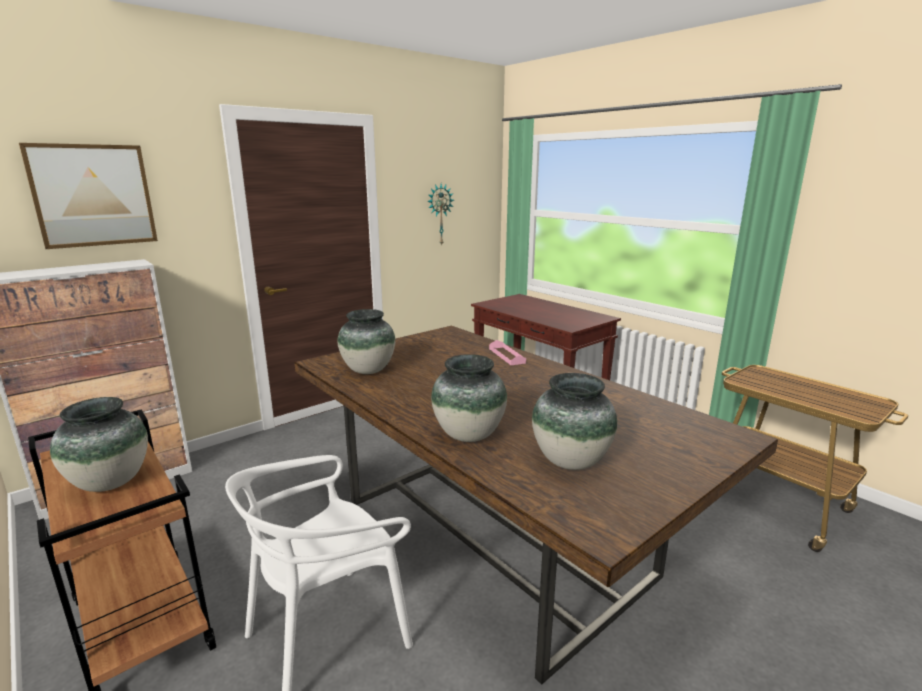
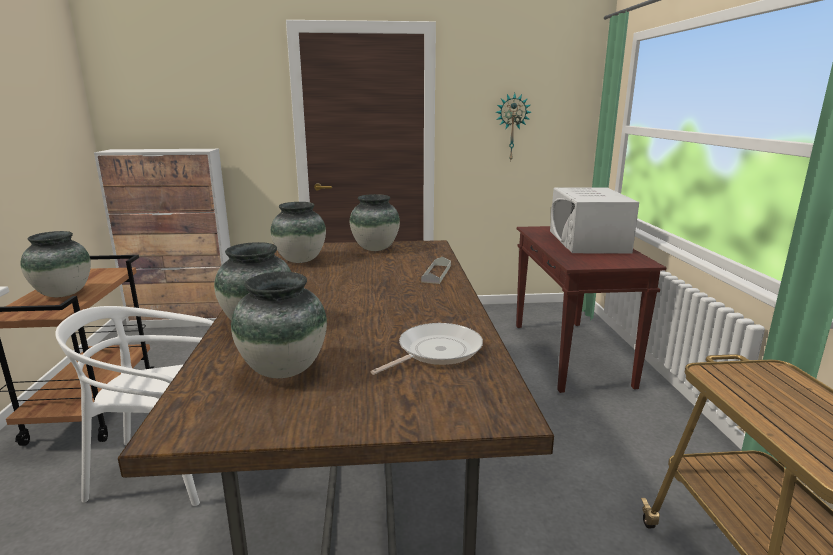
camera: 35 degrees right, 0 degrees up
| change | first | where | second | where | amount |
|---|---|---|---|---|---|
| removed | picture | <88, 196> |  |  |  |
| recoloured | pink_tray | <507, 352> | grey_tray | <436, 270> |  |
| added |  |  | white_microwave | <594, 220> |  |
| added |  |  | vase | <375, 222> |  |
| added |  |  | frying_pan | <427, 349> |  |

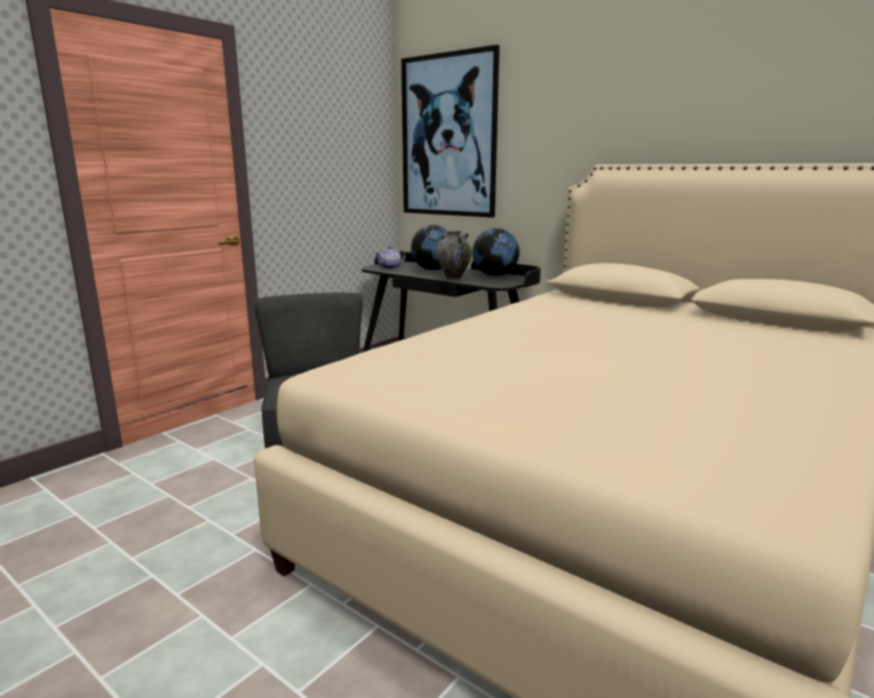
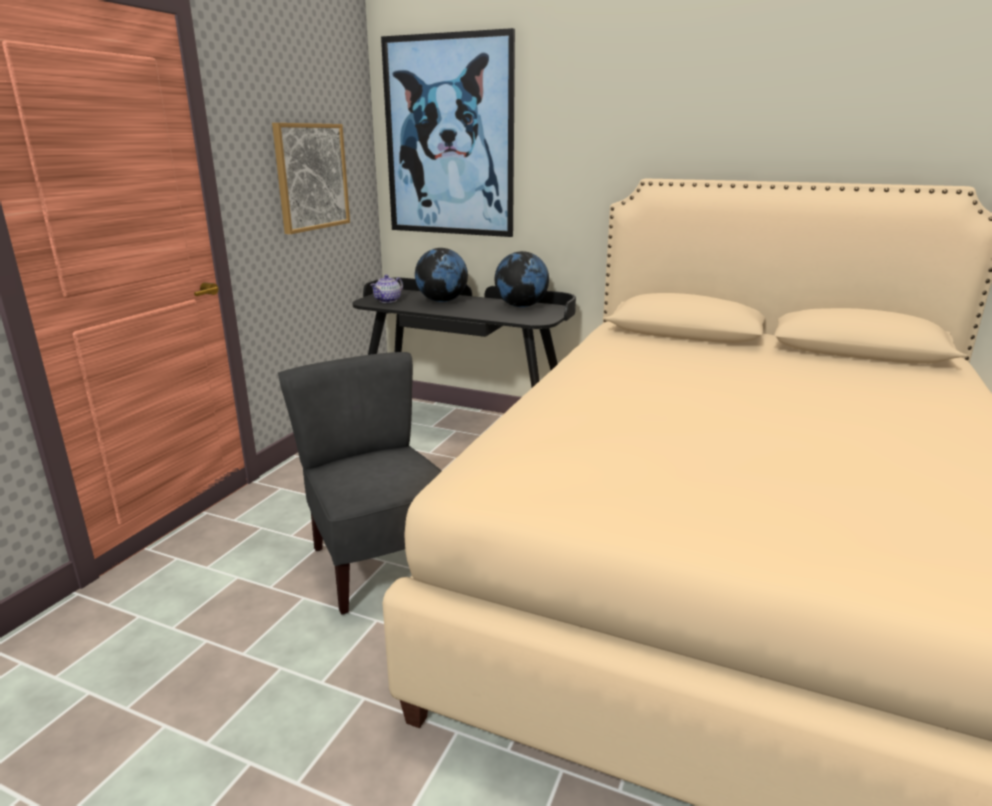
camera: 15 degrees left, 5 degrees up
| change | first | where | second | where | amount |
|---|---|---|---|---|---|
| removed | vase | <454, 255> |  |  |  |
| added |  |  | picture | <311, 178> |  |

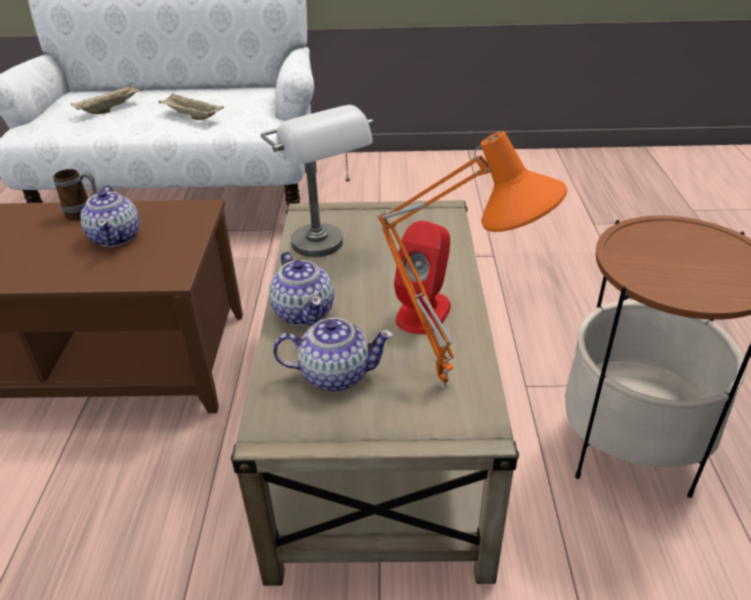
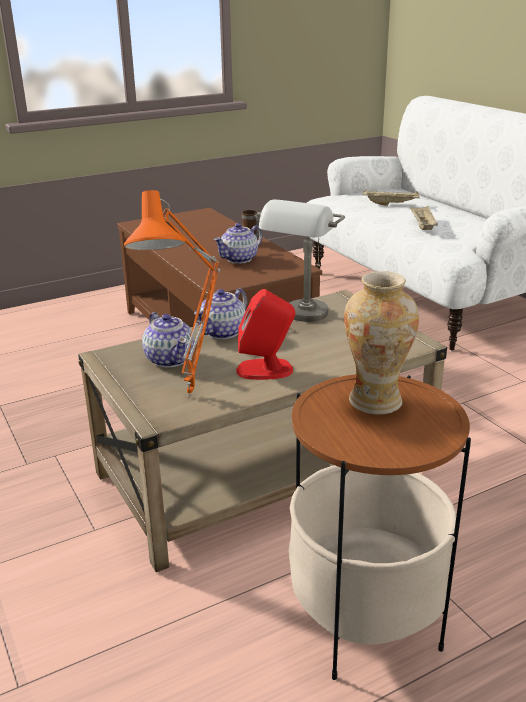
camera: 60 degrees right, 10 degrees down
| change | first | where | second | where | amount |
|---|---|---|---|---|---|
| added |  |  | vase | <381, 343> |  |

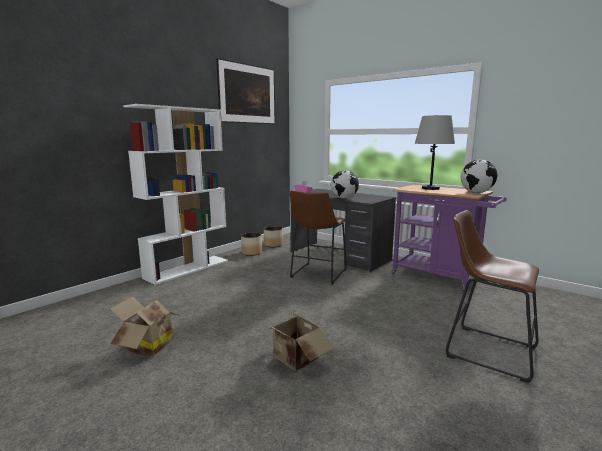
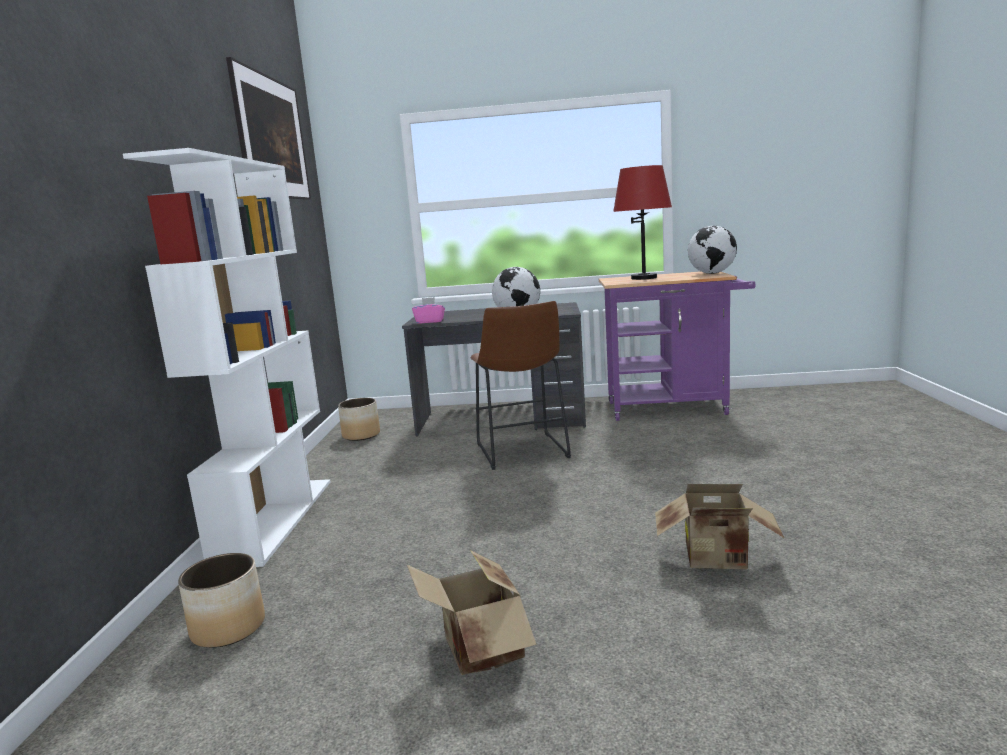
camera: 35 degrees left, 0 degrees up
| change | first | where | second | where | amount |
|---|---|---|---|---|---|
| recoloured | grey_table_lamp | <435, 152> | red_table_lamp | <642, 222> |  |
| removed | brown_stool | <492, 296> |  |  |  |
| moved | planter | <251, 244> |  | <221, 600> |  |

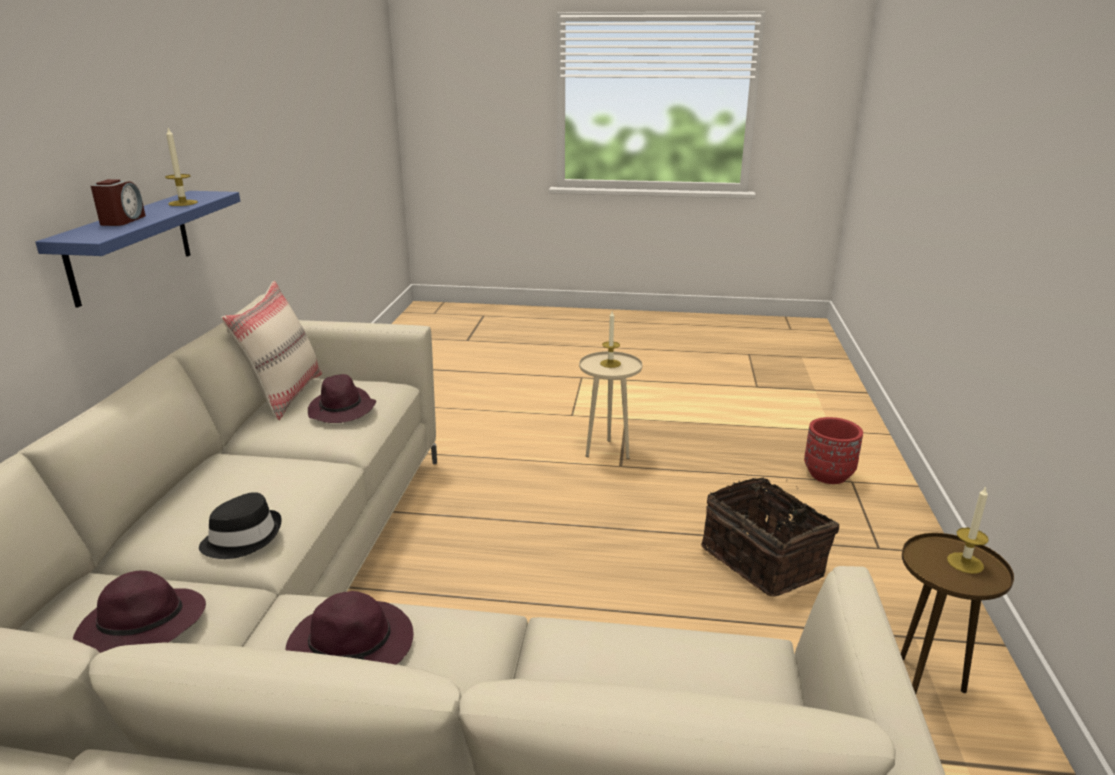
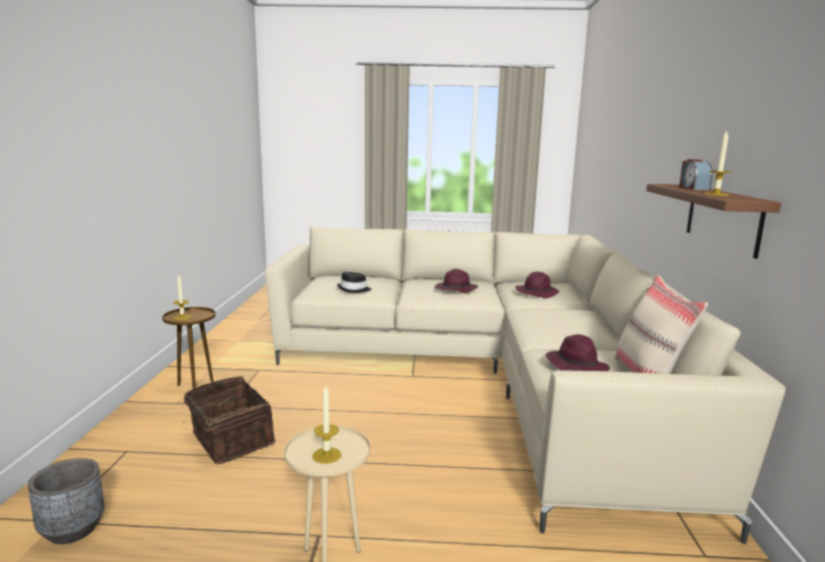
camera: 175 degrees right, 10 degrees down
| change | first | where | second | where | amount |
|---|---|---|---|---|---|
| recoloured | blue_shelf | <137, 249> | brown_shelf | <713, 221> |  |
| recoloured | red_planter | <833, 450> | grey_planter | <66, 501> |  |
| moved | black_hat | <240, 525> |  | <354, 282> |  |

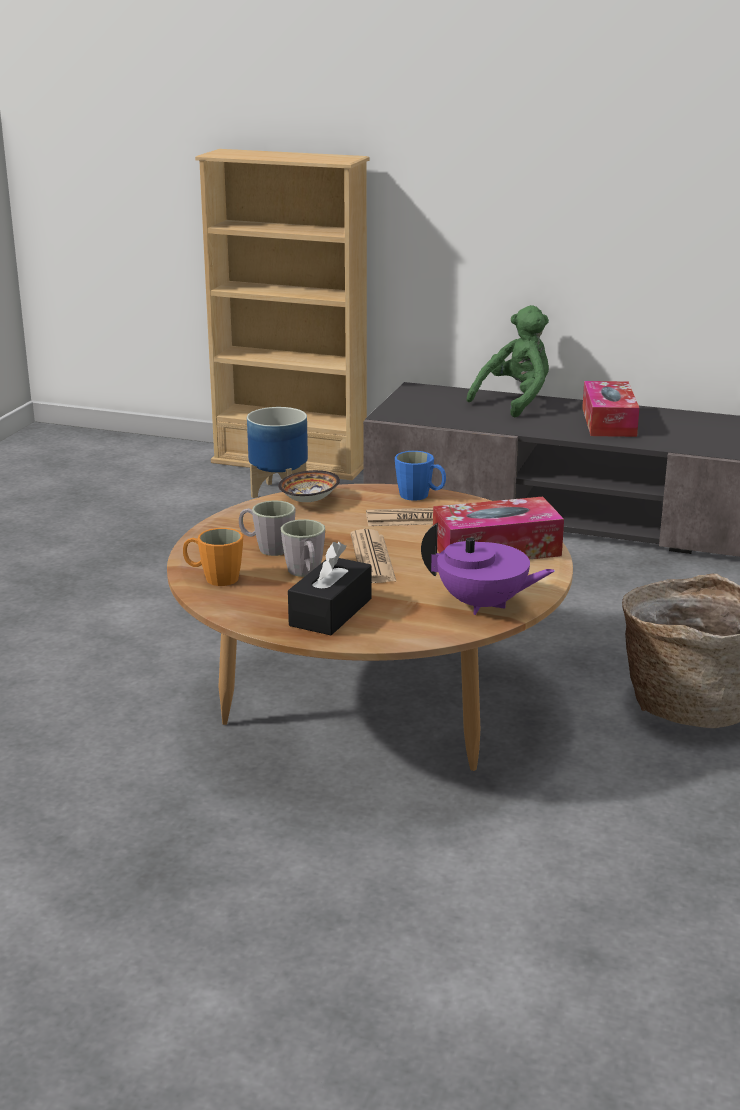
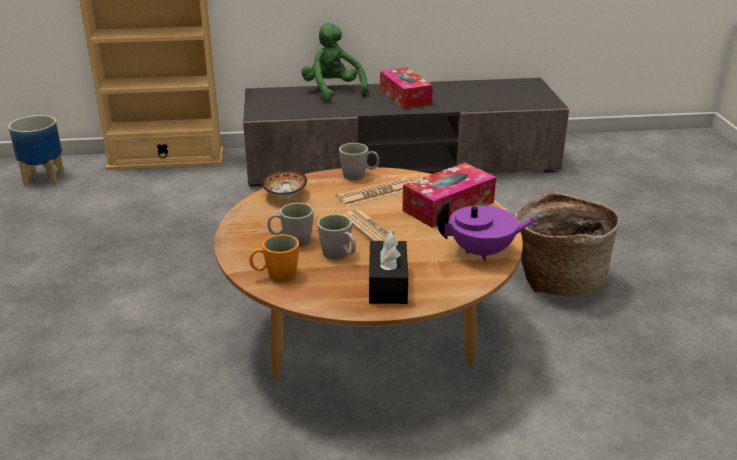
camera: 25 degrees left, 5 degrees up
| change | first | where | second | where | amount |
|---|---|---|---|---|---|
| turned | green_plush_toy | <507, 361> |  | <334, 62> | 45 degrees counterclockwise |
| moved | planter | <277, 452> |  | <36, 150> |  |
| recoloured | blue_mug | <420, 476> | grey_mug | <359, 161> |  |

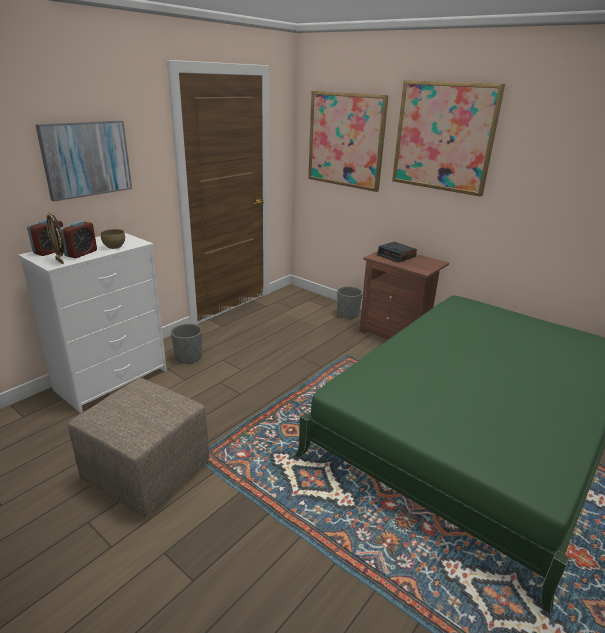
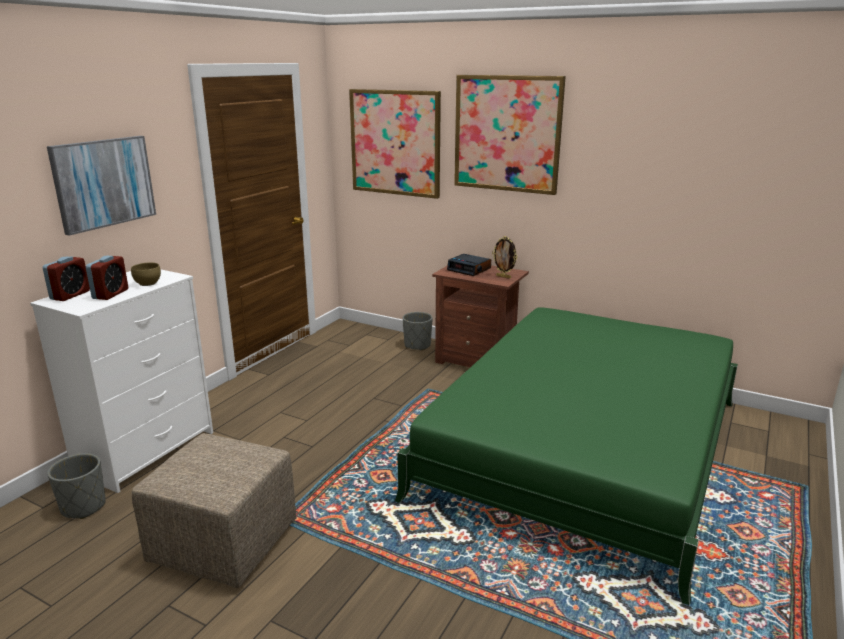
camera: 10 degrees left, 5 degrees down
| change | first | where | second | where | amount |
|---|---|---|---|---|---|
| moved | picture_frame | <55, 238> |  | <504, 257> |  |
| moved | grey_planter | <186, 344> |  | <76, 486> |  |

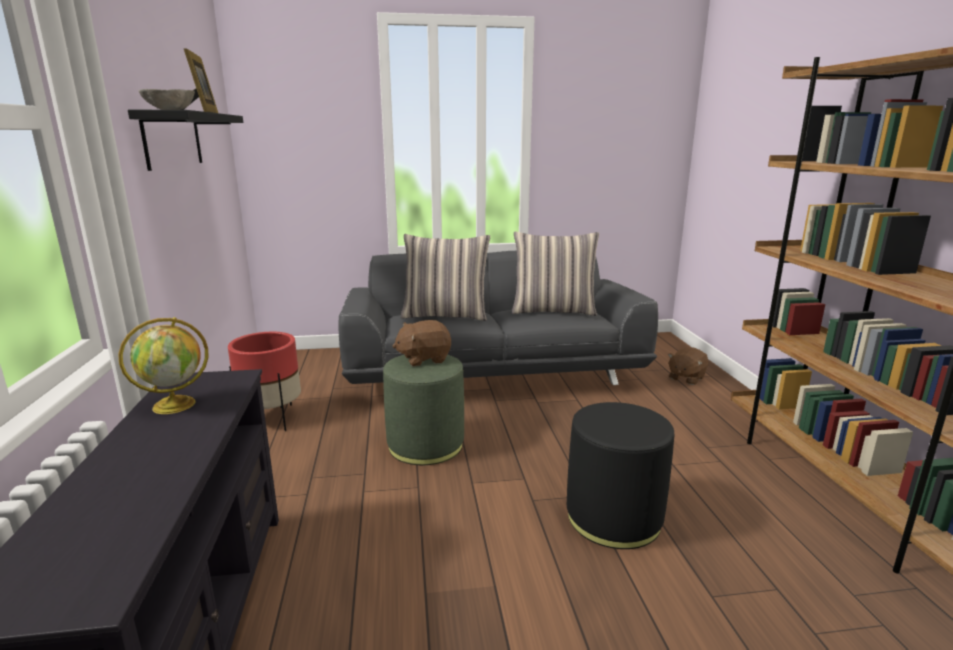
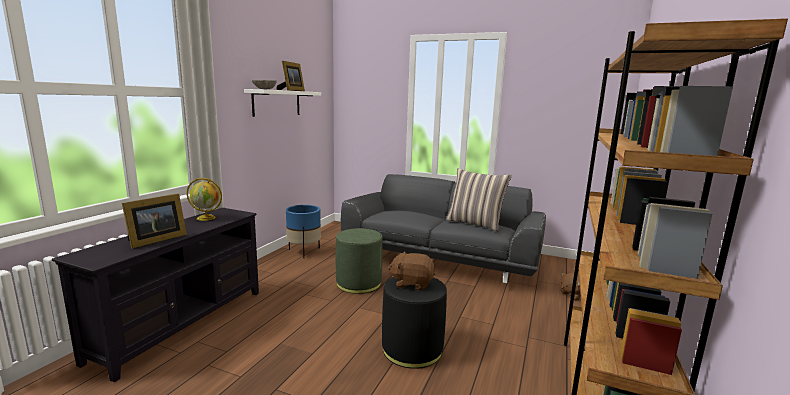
camera: 30 degrees right, 5 degrees down
| change | first | where | second | where | amount |
|---|---|---|---|---|---|
| recoloured | black_shelf | <185, 140> | white_shelf | <282, 103> |  |
| removed | pillow | <445, 277> |  |  |  |
| moved | brown_plush_toy | <421, 343> |  | <411, 271> |  |
| recoloured | red_planter | <264, 381> | blue_planter | <303, 229> |  |
| added |  |  | picture_frame | <154, 221> |  |

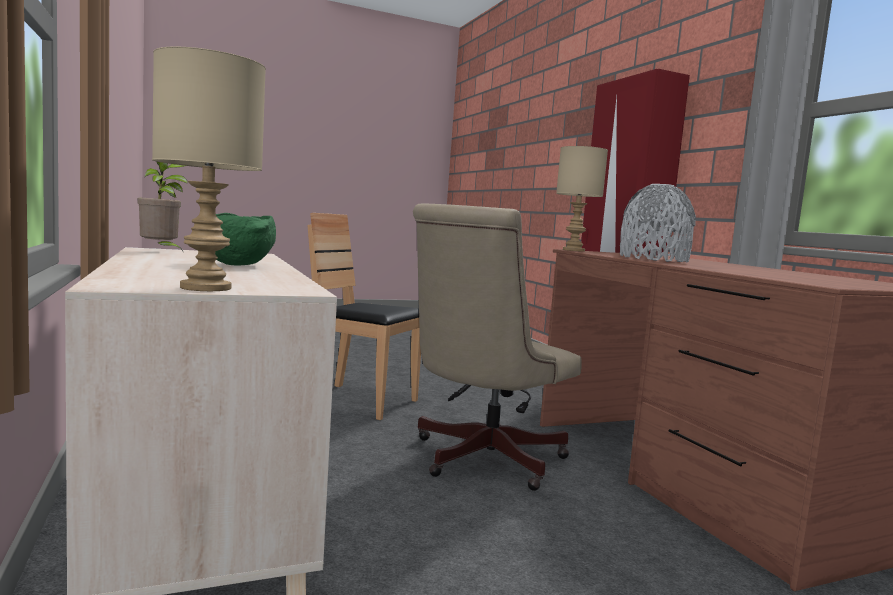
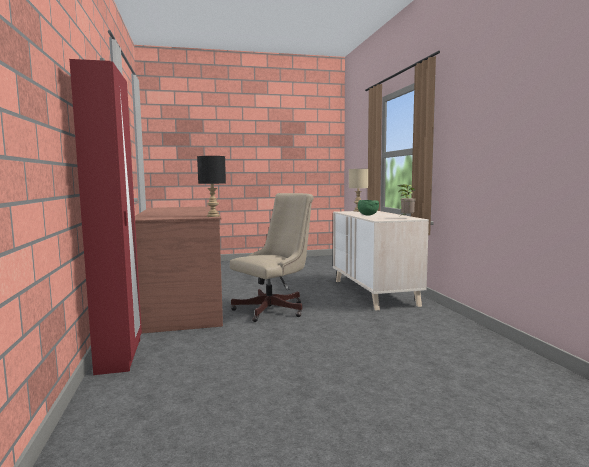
camera: 170 degrees left, 0 degrees up
| change | first | where | second | where | amount |
|---|---|---|---|---|---|
| recoloured | beige_table_lamp | <582, 199> | black_table_lamp | <211, 186> |  |
| removed | grey_vase | <658, 223> |  |  |  |
| removed | brown_chair | <364, 316> |  |  |  |

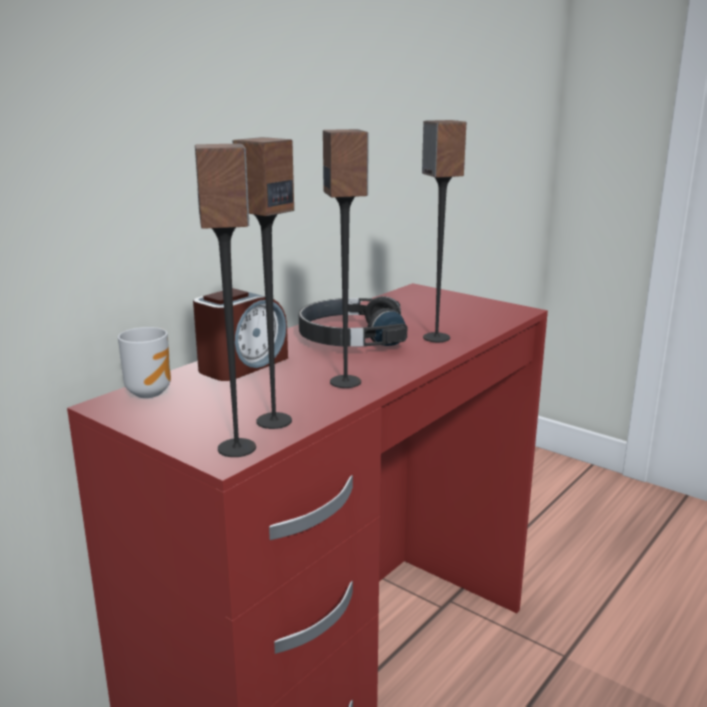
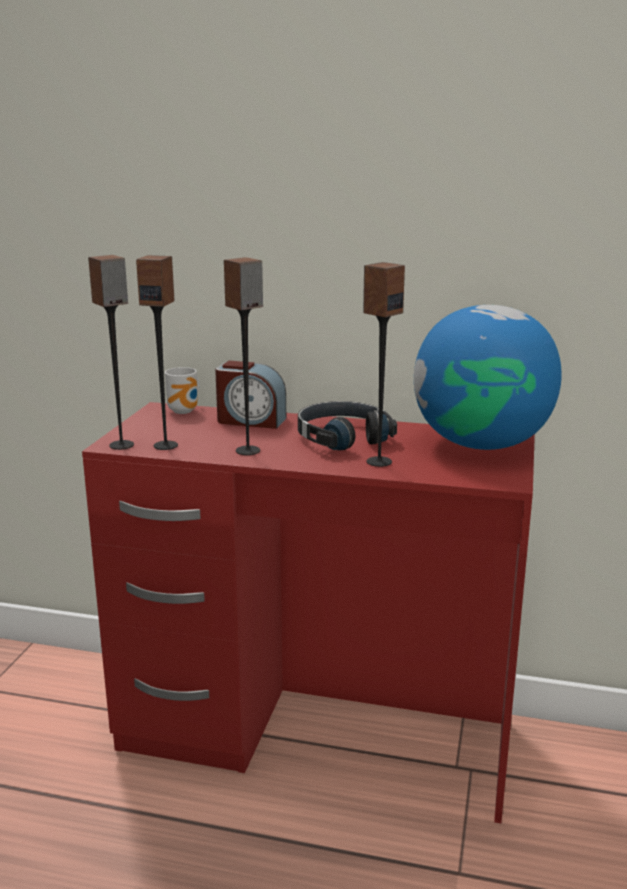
camera: 65 degrees right, 0 degrees up
| change | first | where | second | where | amount |
|---|---|---|---|---|---|
| added |  |  | globe | <488, 377> |  |

